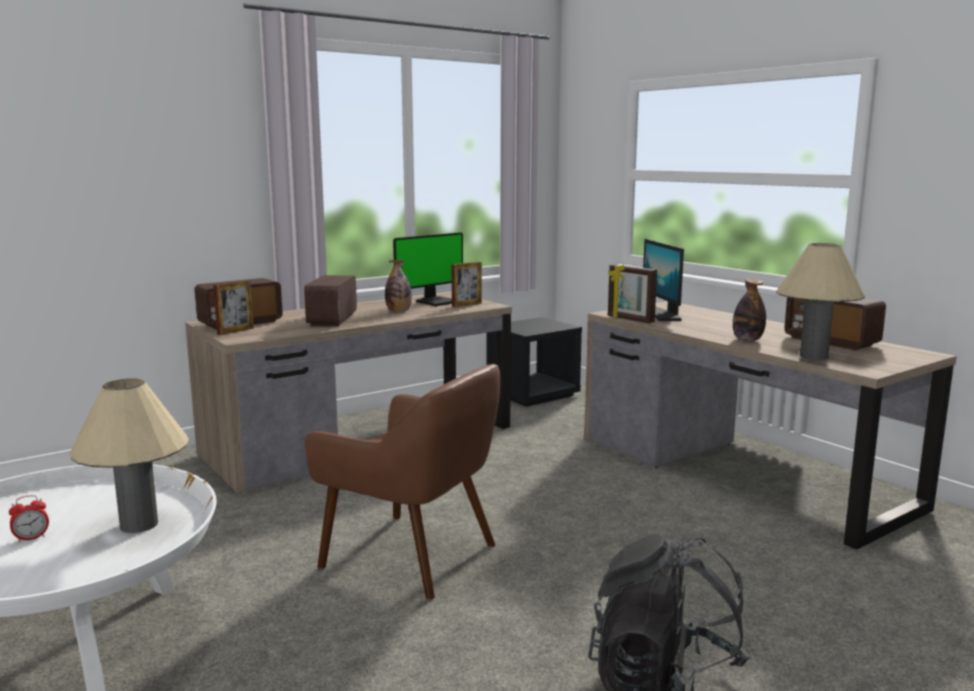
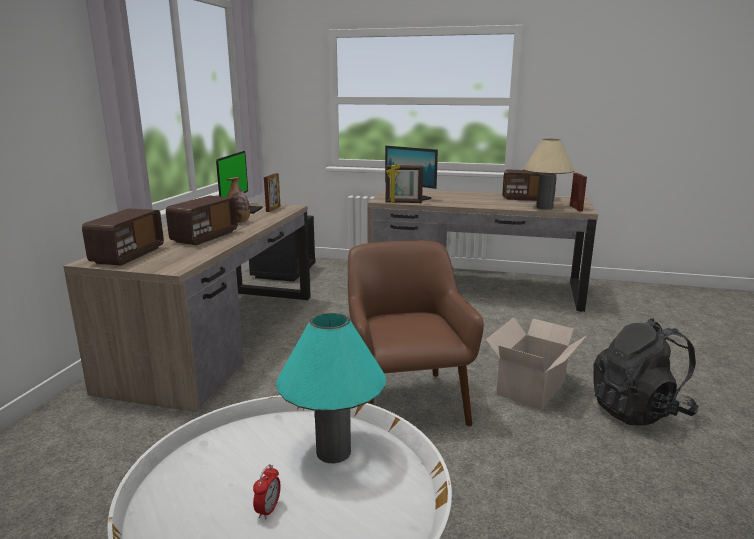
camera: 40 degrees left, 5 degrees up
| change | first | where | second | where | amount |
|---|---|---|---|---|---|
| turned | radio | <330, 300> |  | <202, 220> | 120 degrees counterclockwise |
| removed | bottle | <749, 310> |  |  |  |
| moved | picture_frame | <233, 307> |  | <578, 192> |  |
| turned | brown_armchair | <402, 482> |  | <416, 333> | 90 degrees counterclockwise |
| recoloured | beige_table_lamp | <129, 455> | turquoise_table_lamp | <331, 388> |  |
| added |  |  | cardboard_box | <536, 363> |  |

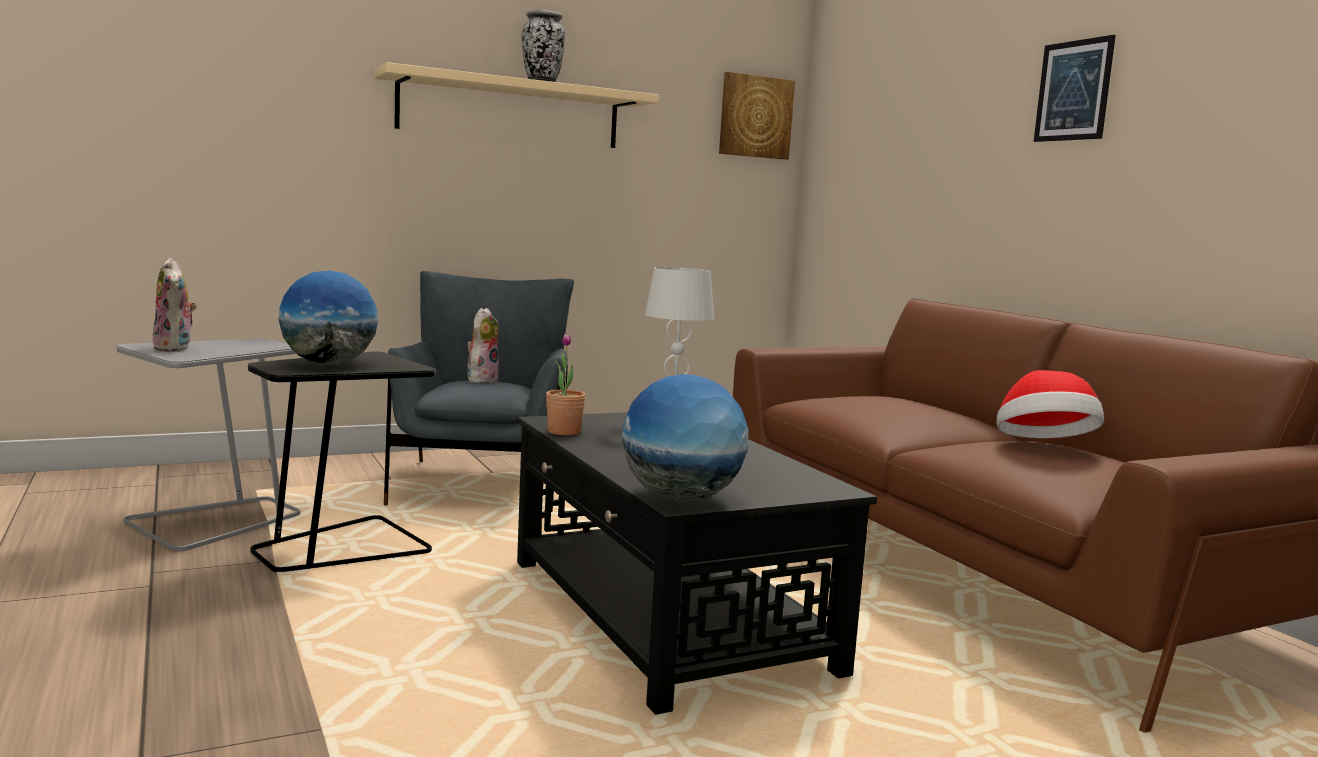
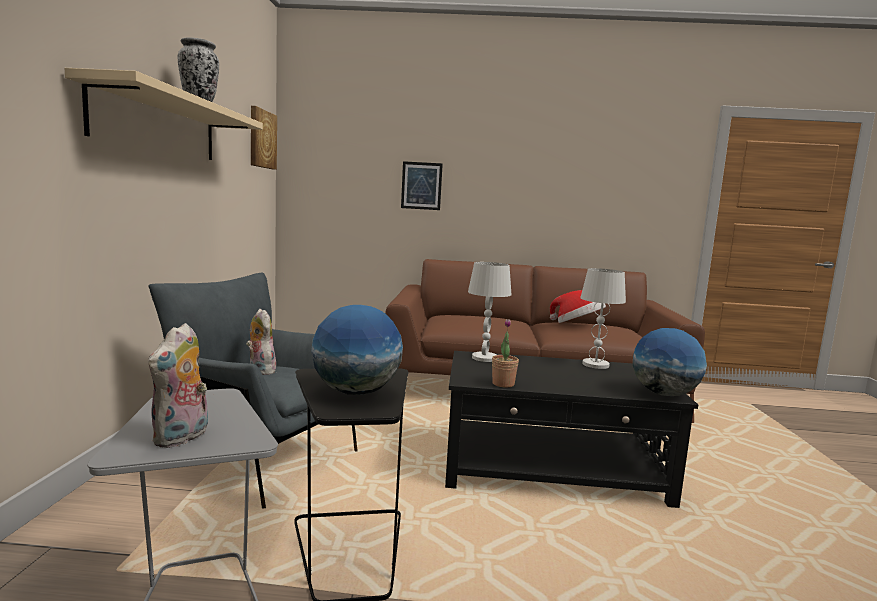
camera: 60 degrees left, 0 degrees up
| change | first | where | second | where | amount |
|---|---|---|---|---|---|
| moved | picture | <1075, 88> |  | <422, 185> |  |
| turned | plush_toy | <175, 305> |  | <178, 385> | 105 degrees clockwise |
| added |  |  | white_table_lamp | <603, 318> |  |

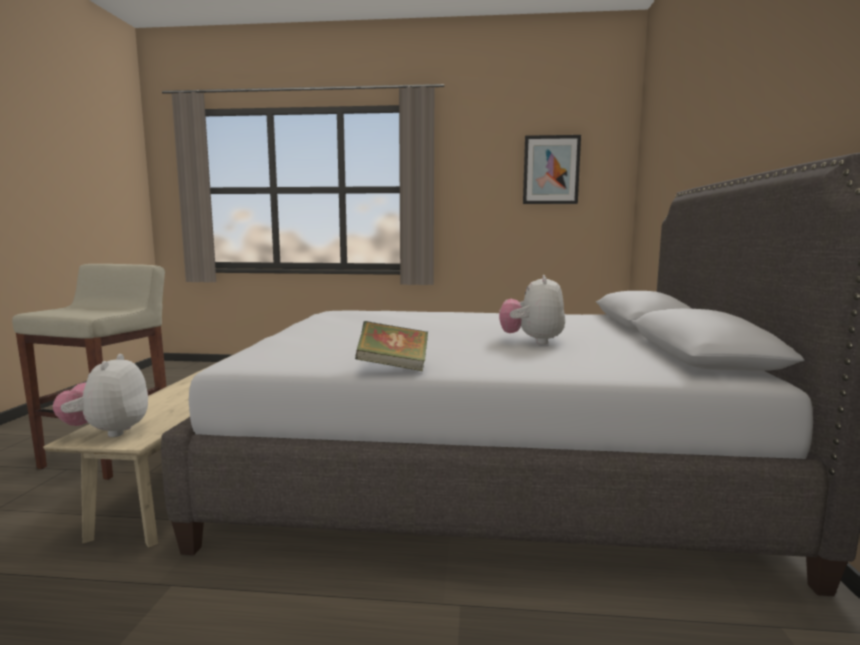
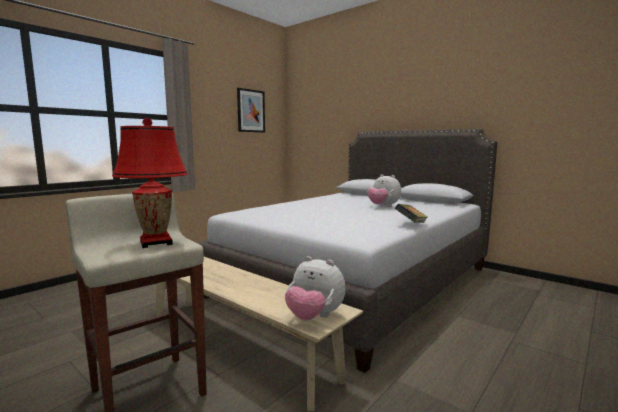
camera: 55 degrees left, 0 degrees up
| change | first | where | second | where | amount |
|---|---|---|---|---|---|
| added |  |  | red_table_lamp | <150, 183> |  |

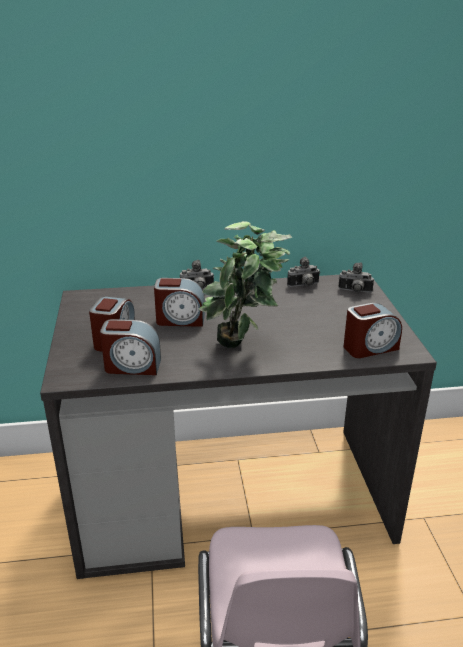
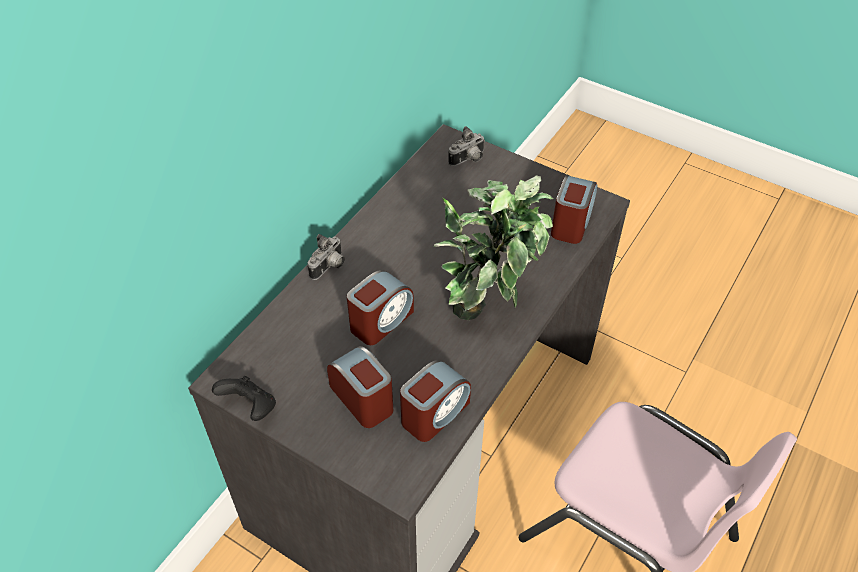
camera: 50 degrees left, 20 degrees up
| change | first | where | second | where | amount |
|---|---|---|---|---|---|
| removed | photo_camera | <303, 272> |  |  |  |
| added |  |  | black_game_controller | <244, 398> |  |

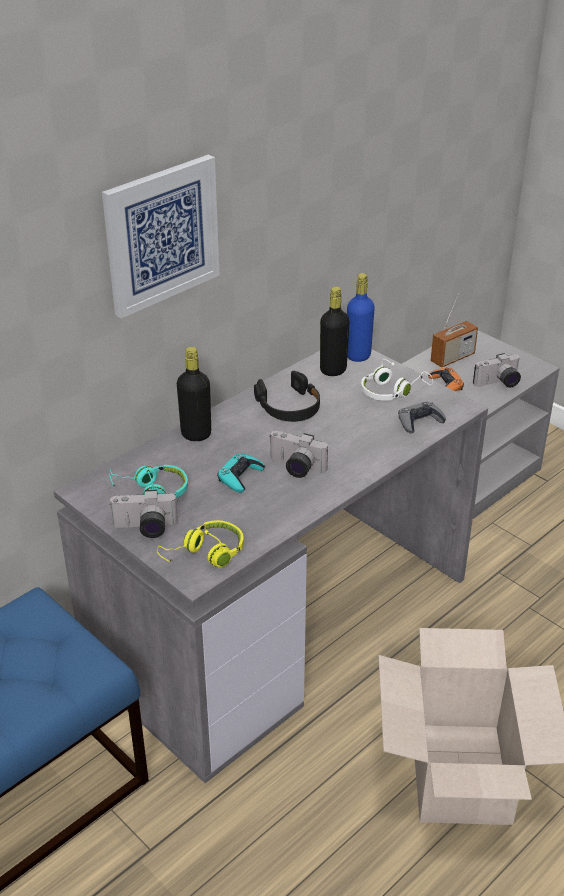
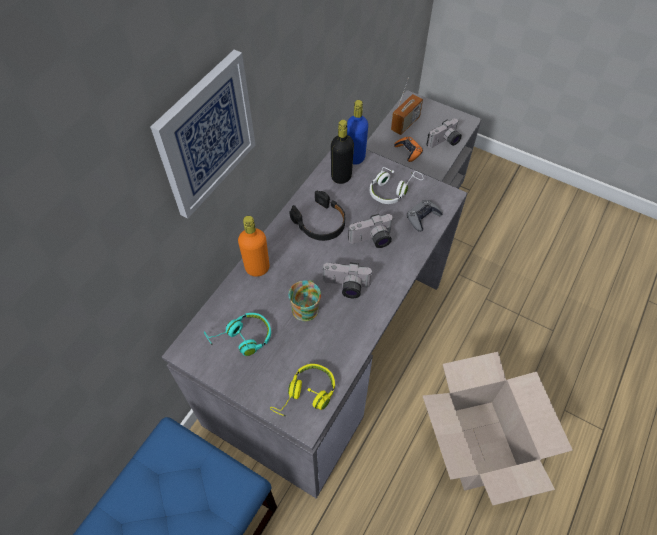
camera: 15 degrees left, 20 degrees up
| change | first | where | second | where | amount |
|---|---|---|---|---|---|
| recoloured | black_bottle | <194, 394> | orange_bottle | <253, 246> |  |
| replaced | turquoise_game_controller | <241, 473> | mug | <305, 300> |  |
| moved | photo_camera | <143, 514> |  | <371, 231> |  |

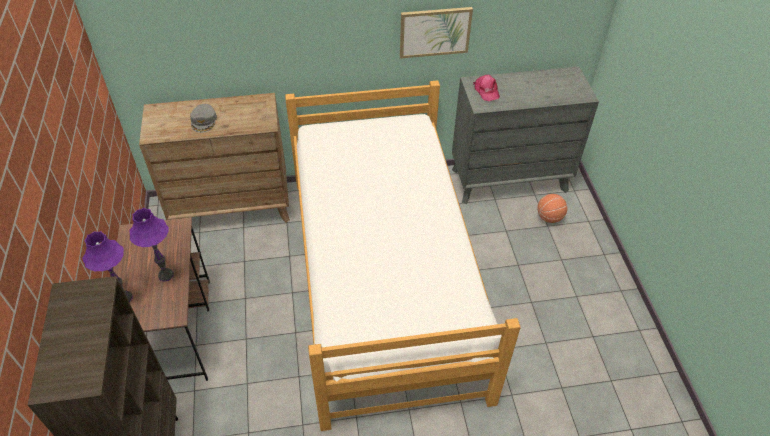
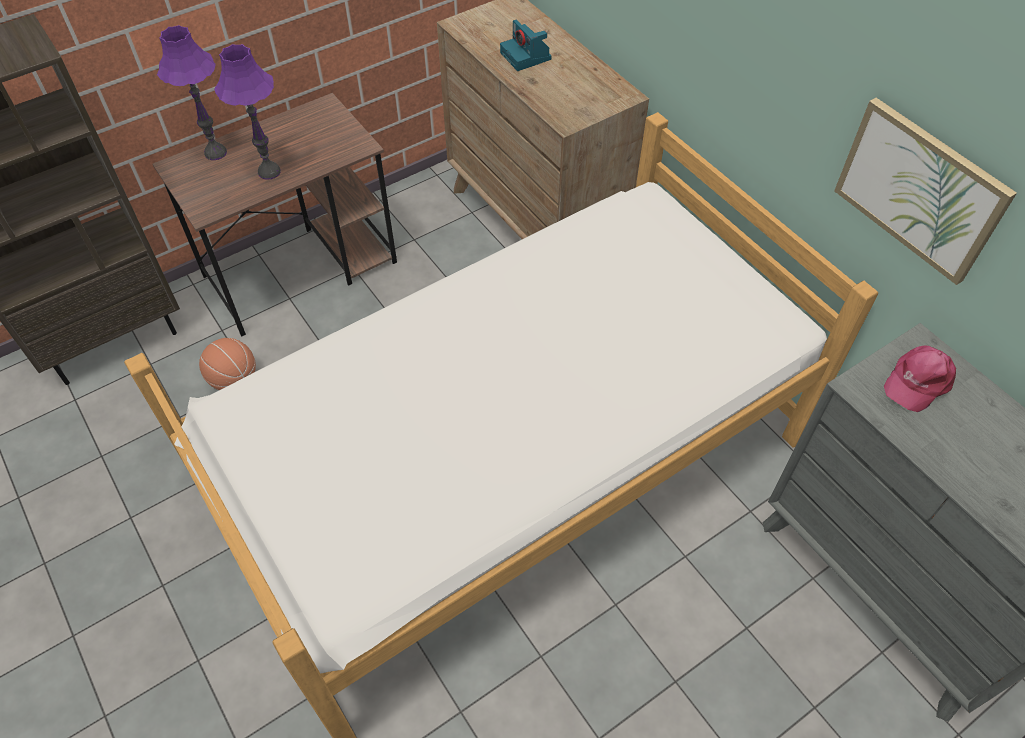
camera: 65 degrees right, 5 degrees up
| change | first | where | second | where | amount |
|---|---|---|---|---|---|
| replaced | grey_cap | <203, 118> | photo_camera | <525, 45> |  |
| moved | basketball | <552, 208> |  | <227, 364> |  |

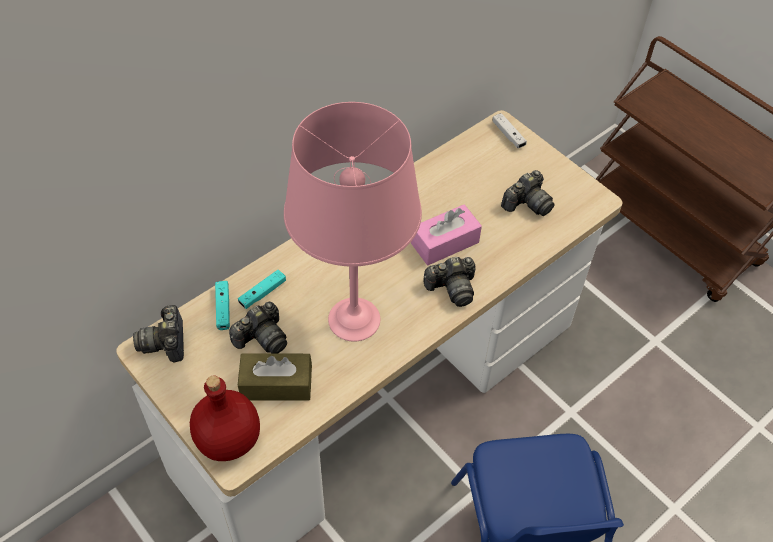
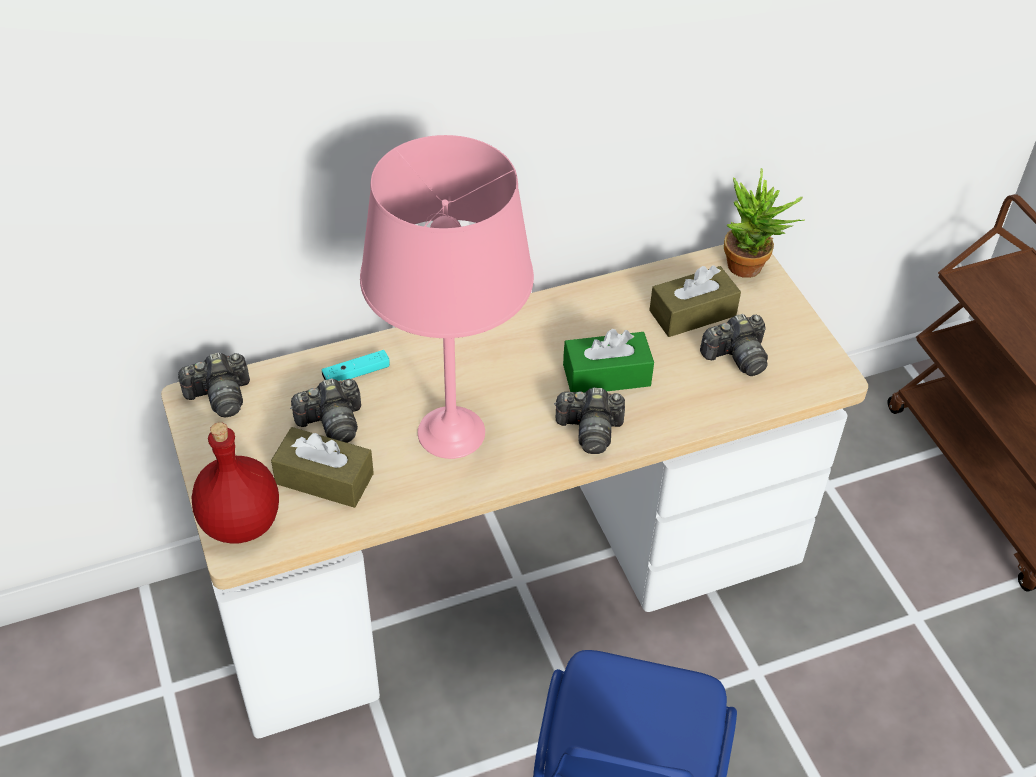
camera: 20 degrees right, 5 degrees down
| change | first | where | second | where | amount |
|---|---|---|---|---|---|
| replaced | white_game_controller | <509, 130> | potted_plant | <764, 223> |  |
| recoloured | pink_tissue_box | <446, 235> | green_tissue_box | <608, 360> |  |
| removed | turquoise_game_controller | <222, 305> |  |  |  |
| turned | photo_camera | <158, 333> |  | <213, 385> | 120 degrees counterclockwise |
| added |  |  | brown_tissue_box | <695, 301> |  |

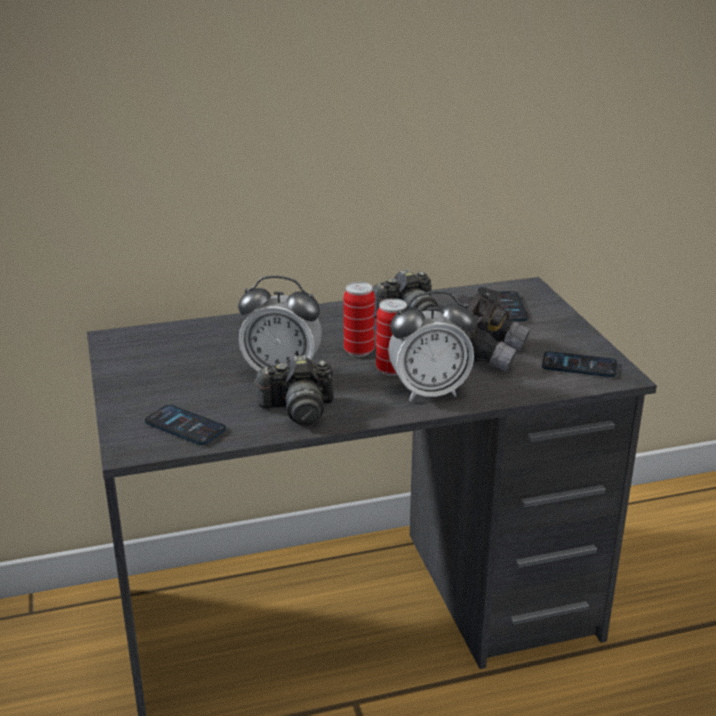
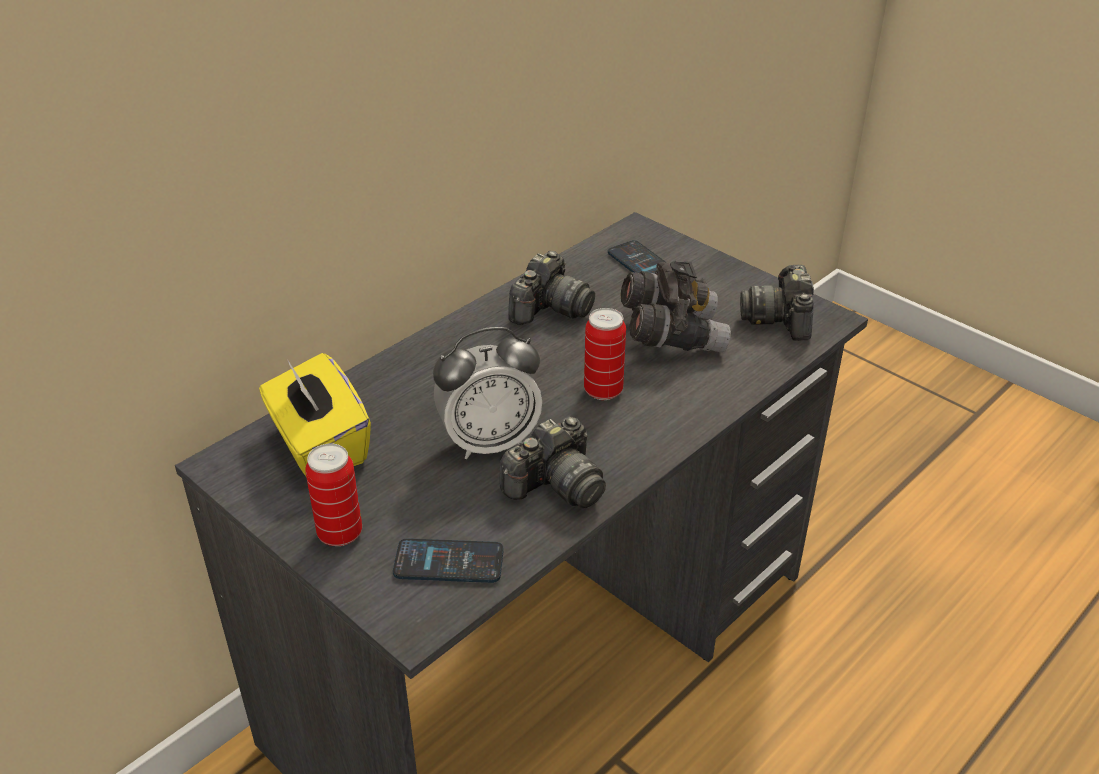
camera: 30 degrees left, 10 degrees up
| change | first | where | second | where | amount |
|---|---|---|---|---|---|
| moved | can | <359, 319> |  | <333, 494> |  |
| removed | alarm_clock | <431, 346> |  |  |  |
| replaced | phone | <579, 364> | photo_camera | <777, 303> |  |
| added |  |  | yellow_tissue_box | <315, 414> |  |

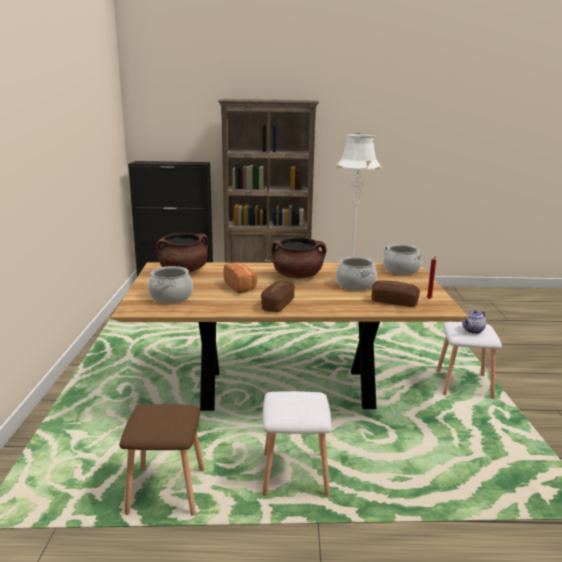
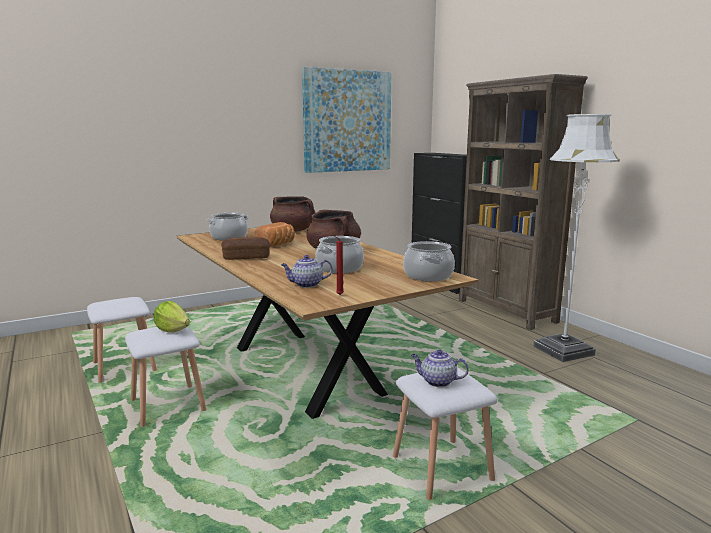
camera: 60 degrees right, 5 degrees down
| change | first | where | second | where | amount |
|---|---|---|---|---|---|
| replaced | bread | <396, 293> | teapot | <307, 271> |  |
| recoloured | brown_stool | <161, 460> | white_stool | <122, 340> |  |
| added |  |  | picture | <347, 120> |  |
| added |  |  | lettuce | <172, 317> |  |

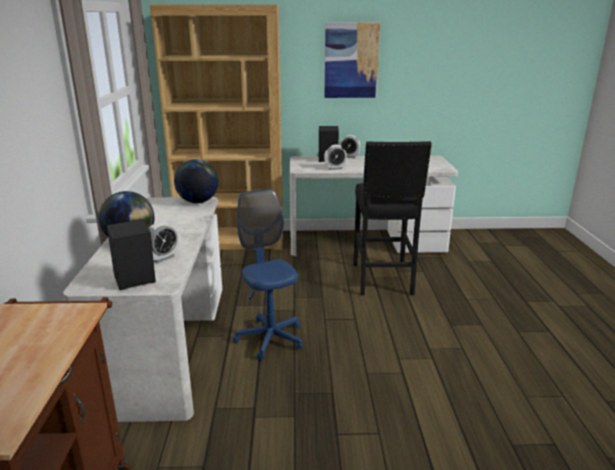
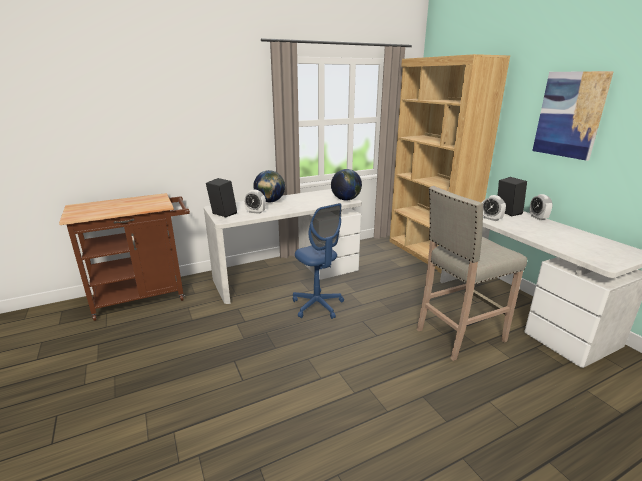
camera: 65 degrees right, 0 degrees up
| change | first | where | second | where | amount |
|---|---|---|---|---|---|
| recoloured | black_stool | <392, 218> | beige_stool | <472, 273> |  |
| turned | blue_office_chair | <267, 274> |  | <318, 261> | 105 degrees clockwise |

